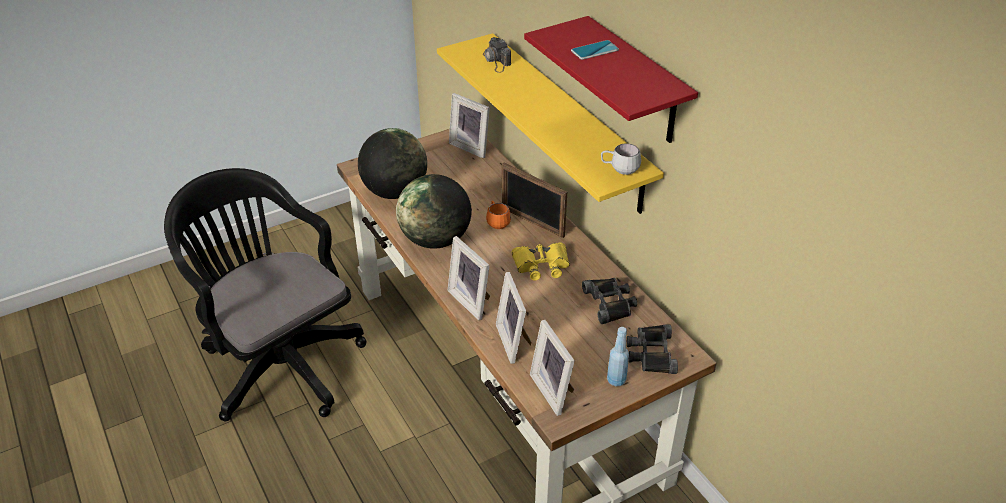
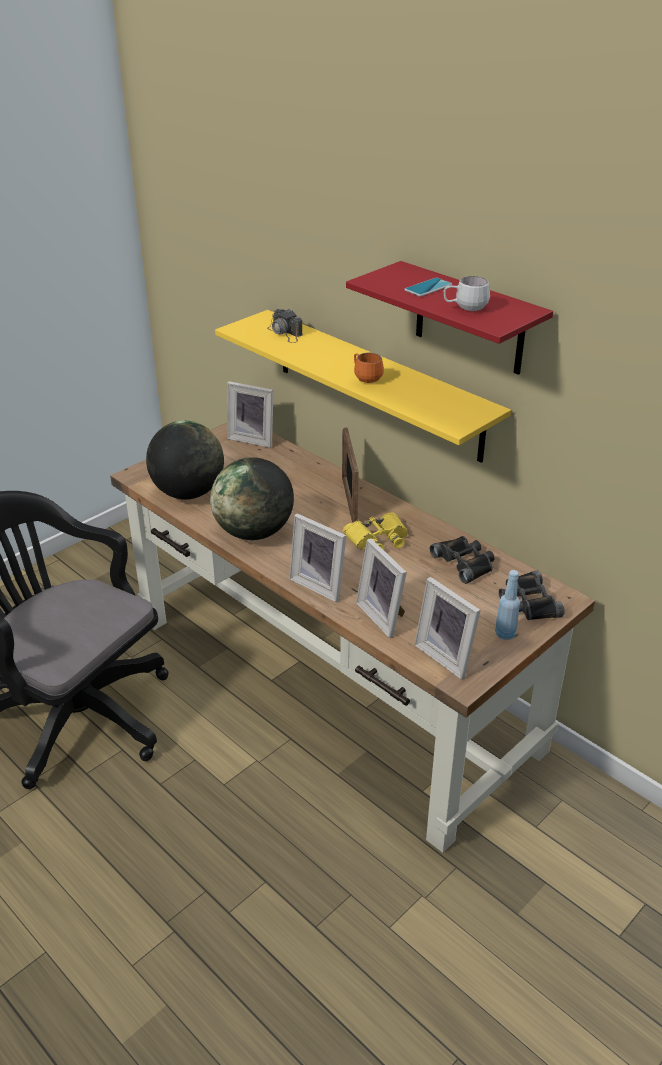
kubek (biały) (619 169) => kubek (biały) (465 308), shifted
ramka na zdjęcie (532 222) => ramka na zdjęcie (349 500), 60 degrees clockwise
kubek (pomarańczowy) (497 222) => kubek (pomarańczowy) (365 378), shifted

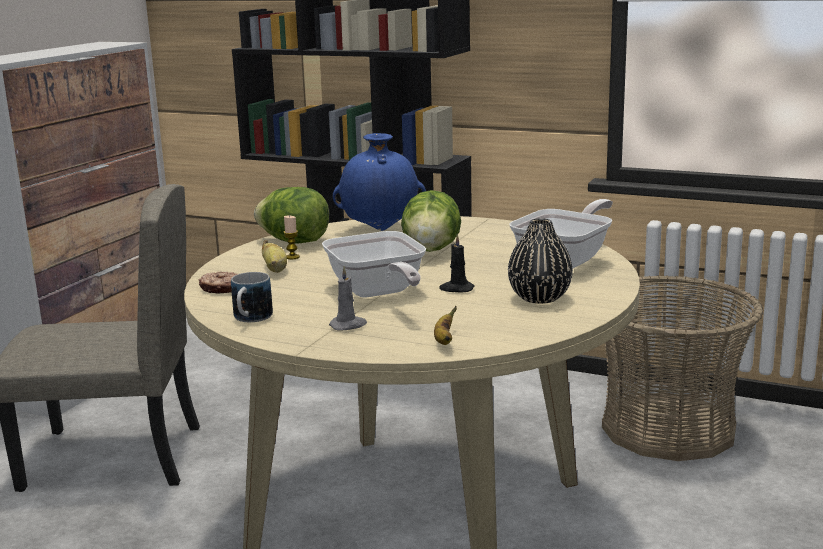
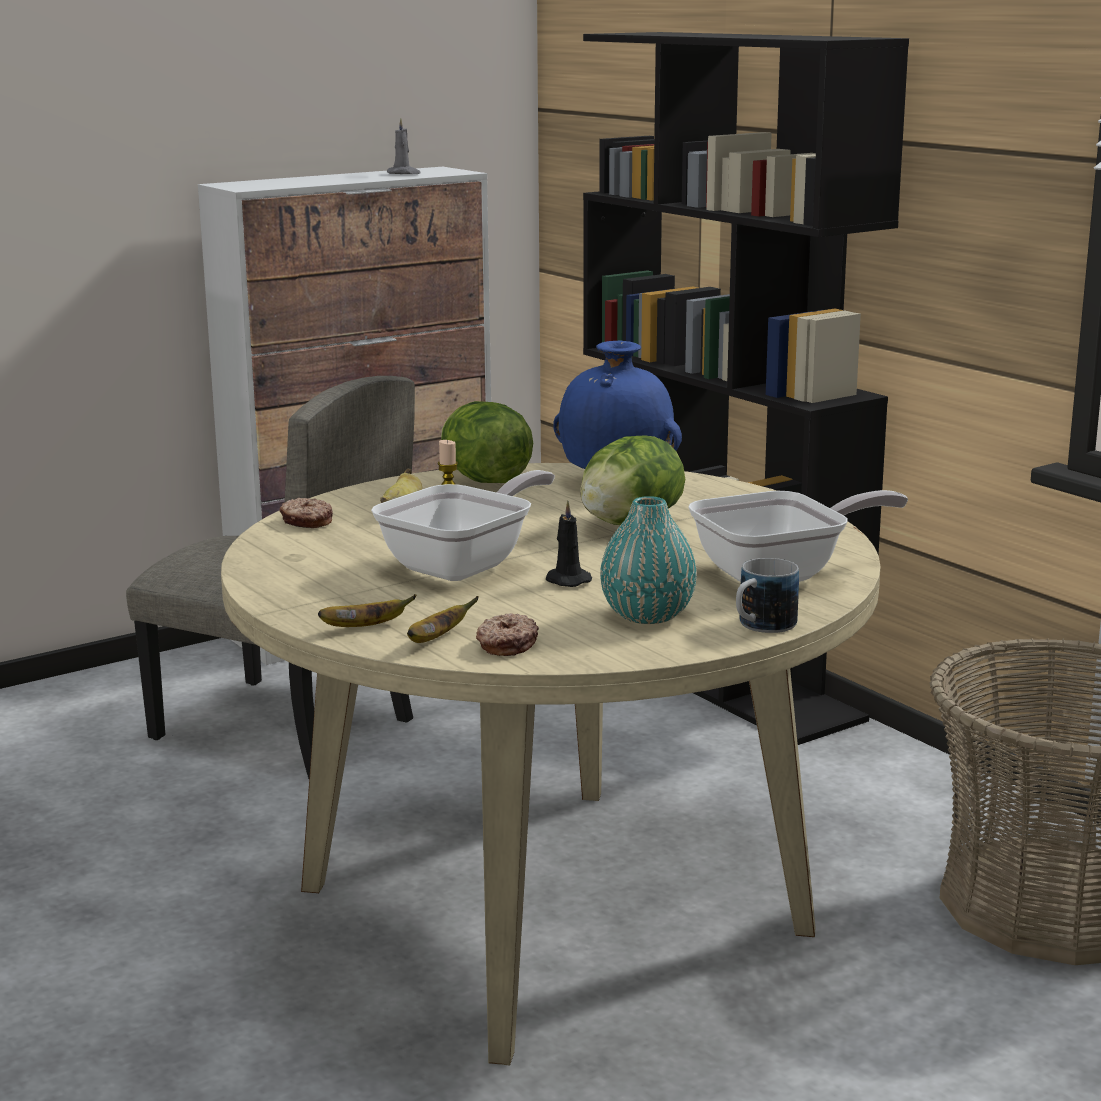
wazon (czarny) (539 298) => wazon (turkusowy) (647 615)
patelnia (378 293) => patelnia (466 565), 150 degrees counterclockwise
świeca (szary) (348 325) => świeca (szary) (404 173), shifted
kubek (250 319) => kubek (760 627), shifted
nothing => banan (365 627)
nothing => donut (506 645)

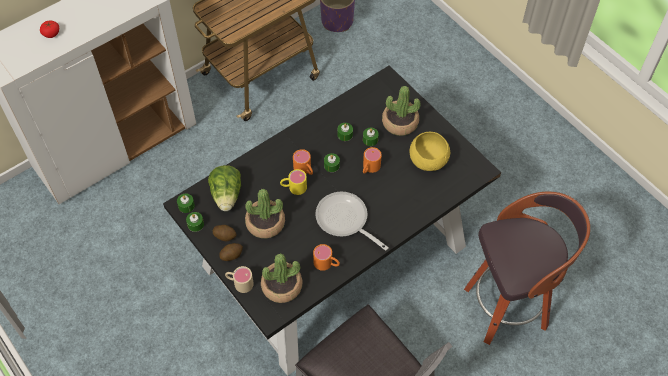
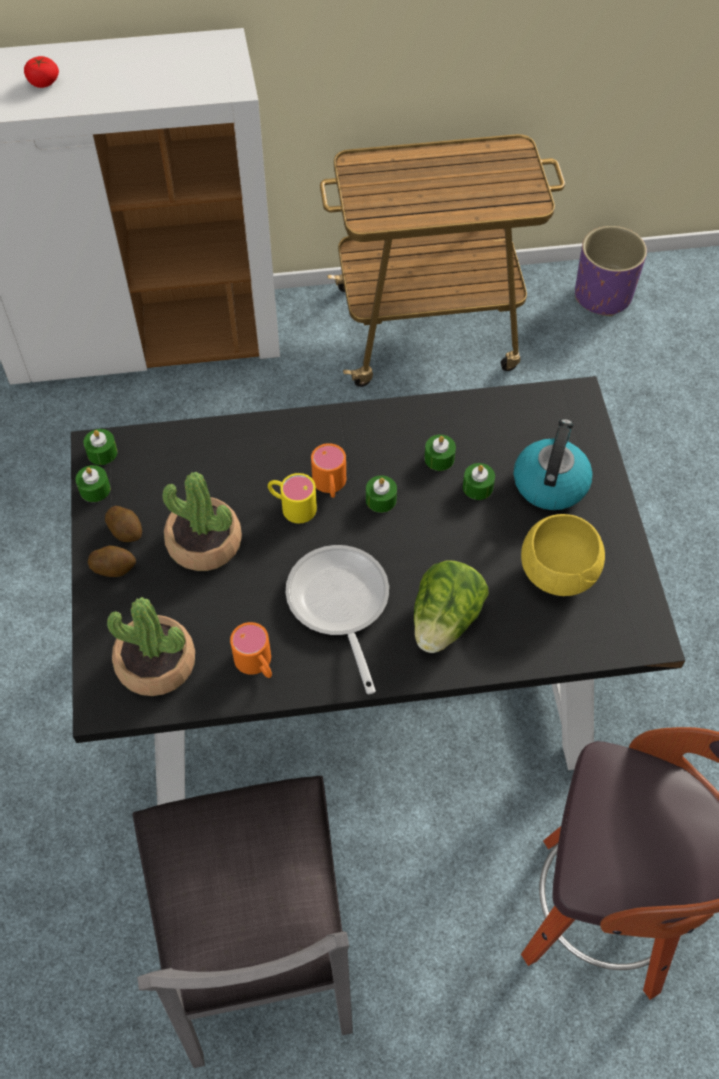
roślina doniczkowa (400 123) => czajnik (550 482)
kubek (pomarańczowy) (369 168) => nothing
sałata (227 196) => sałata (445 621), shifted
kubek (beżowy) (239 283) => nothing

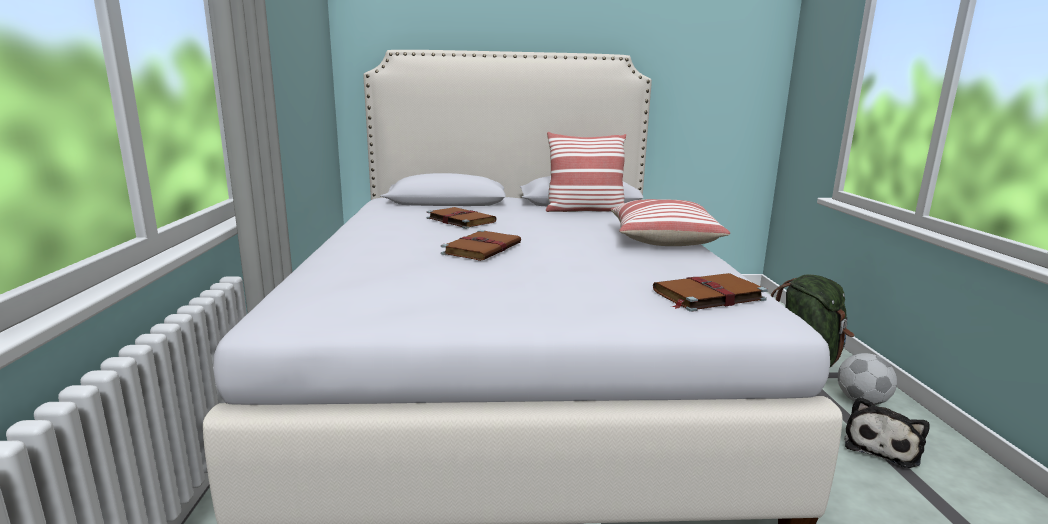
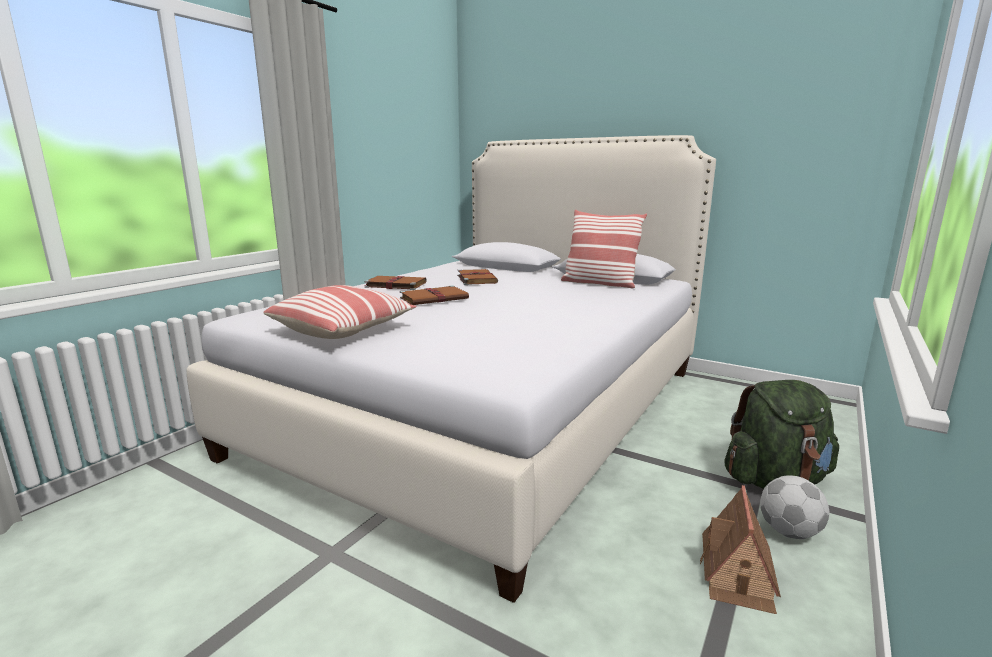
poduszka (662 239) => poduszka (343 329), shifted
książka (brązowy) (707 295) => książka (brązowy) (395 285), shifted
pluszak (882 446) => domek (737 573)

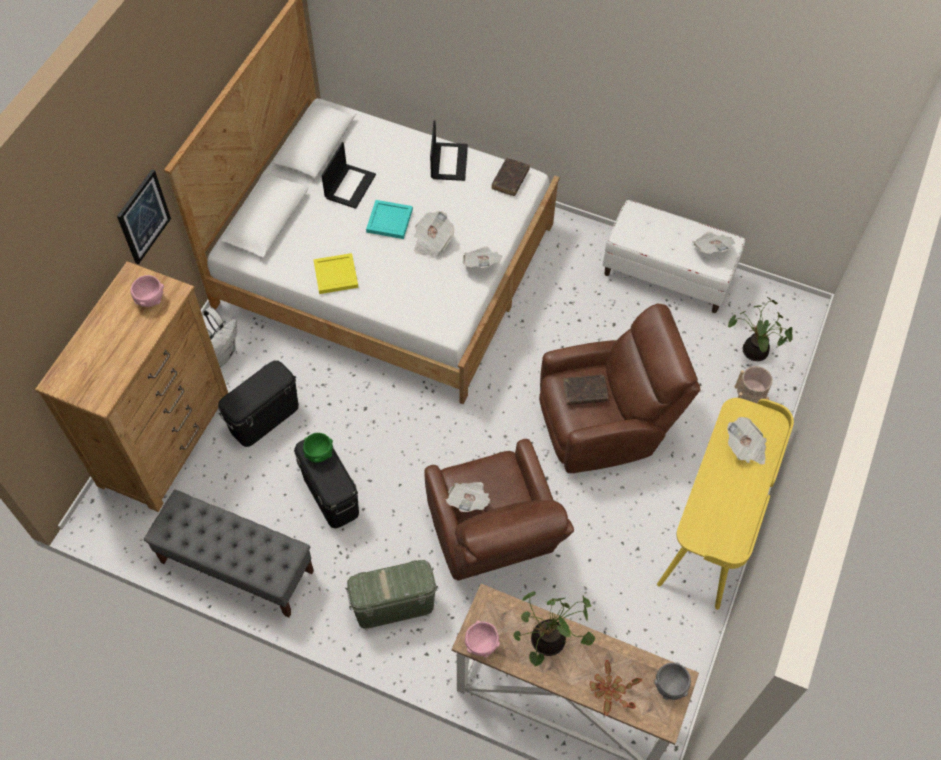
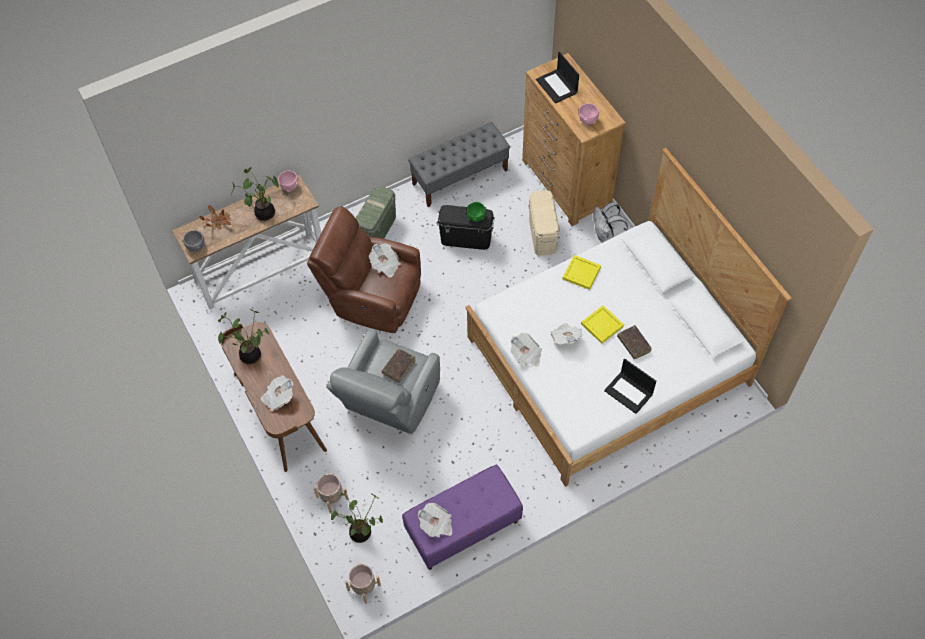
laptop (350 185) => laptop (557 86), shifted
książka (brązowy) (510 180) => książka (brązowy) (634 344), shifted
obraz (143 216) => nothing
taca (turkusowy) (390 221) => taca (żółty) (601 325)
ławka (biały) (667 274) => ławka (fioletowy) (463 528)
fotel (brązowy) (605 423) => fotel (szary) (389 403)
pojemnik do przechowywania (czarny) (264 418) => pojemnik do przechowywania (beżowy) (542 234)
biurko (żółty) (715 523) => biurko (brązowy) (278 412)
nothing => roślina doniczkowa (250 353)
nothing => donica (beżowy) (364 587)

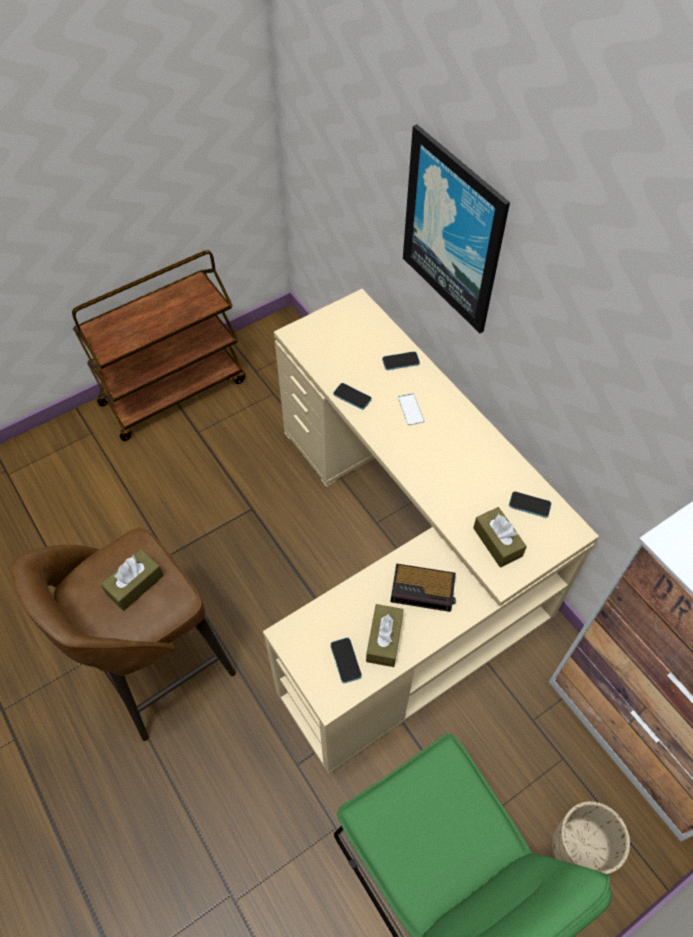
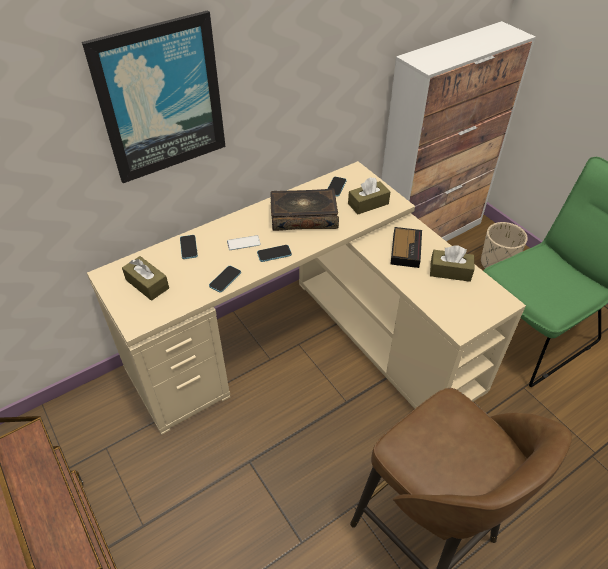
pudełko chusteczek (brązowy) (135 584) => pudełko chusteczek (brązowy) (147 284), shifted
telefon (345 660) => telefon (274 254), shifted
nothing => książka (303 217)

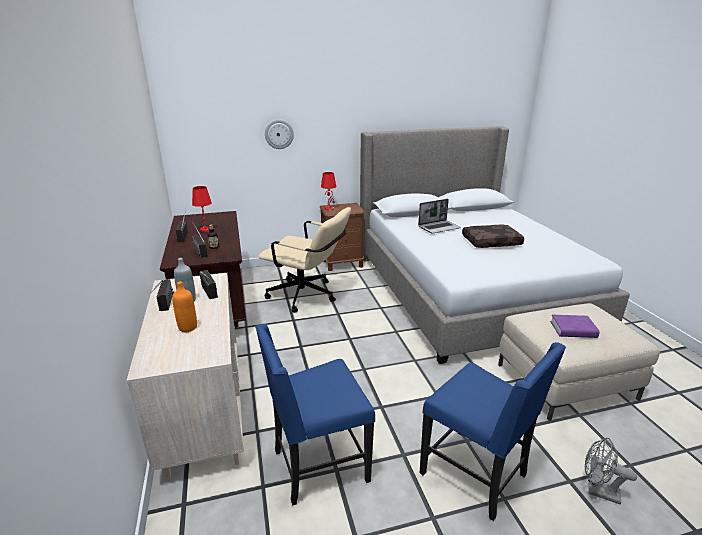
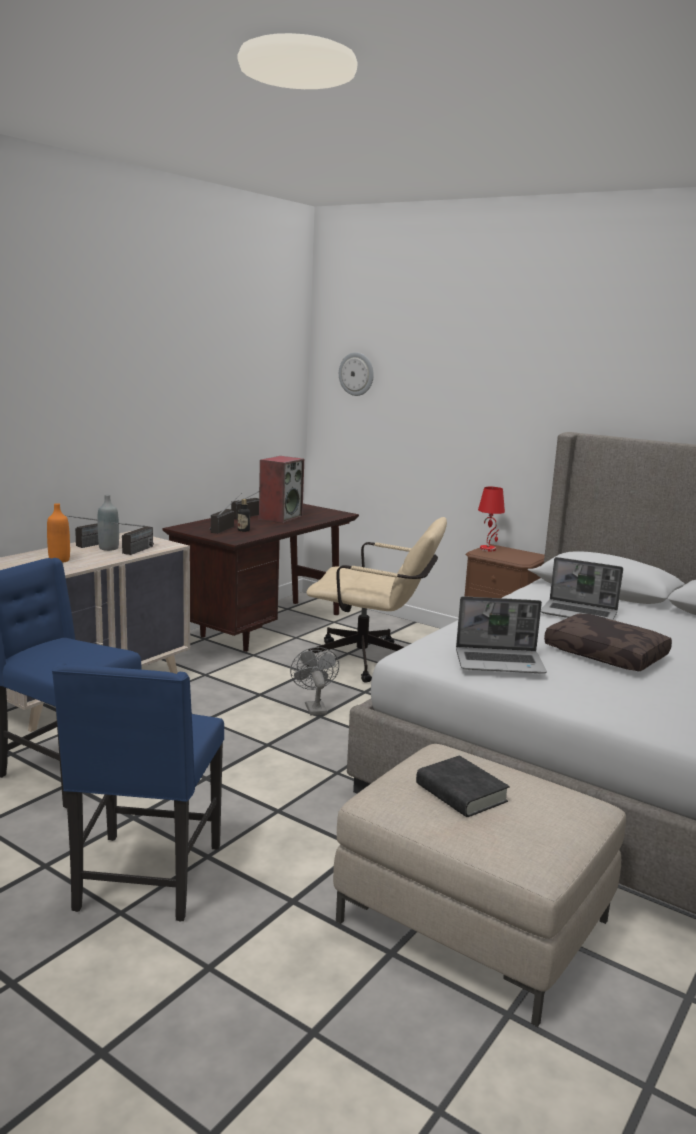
zegar ścienny (279 134) => zegar ścienny (356 374), shifted
lampa stołowa (czerwony) (205 229) => głośnik (280 517)
krzesło biurowe (beżowy) (308 296) => krzesło biurowe (beżowy) (372 662), 60 degrees counterclockwise
książka (fioletowy) (573 330) => książka (czarny) (461 793)
wentylator (szary) (598 491) => wentylator (szary) (314 707), shifted
nothing => laptop (500 662)

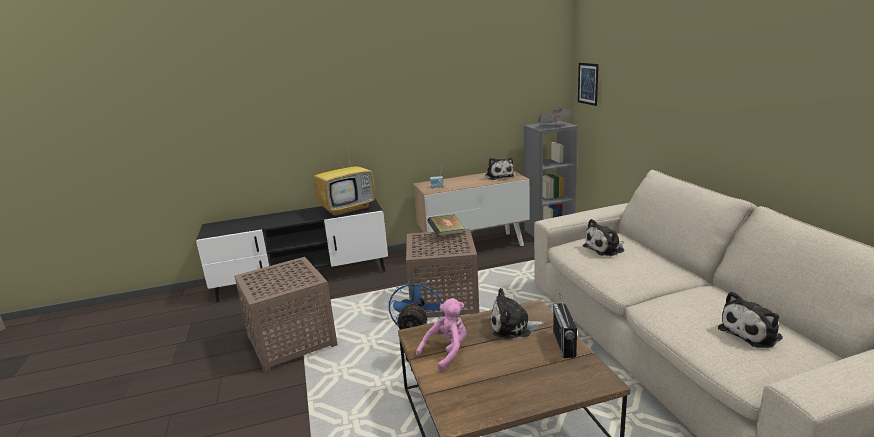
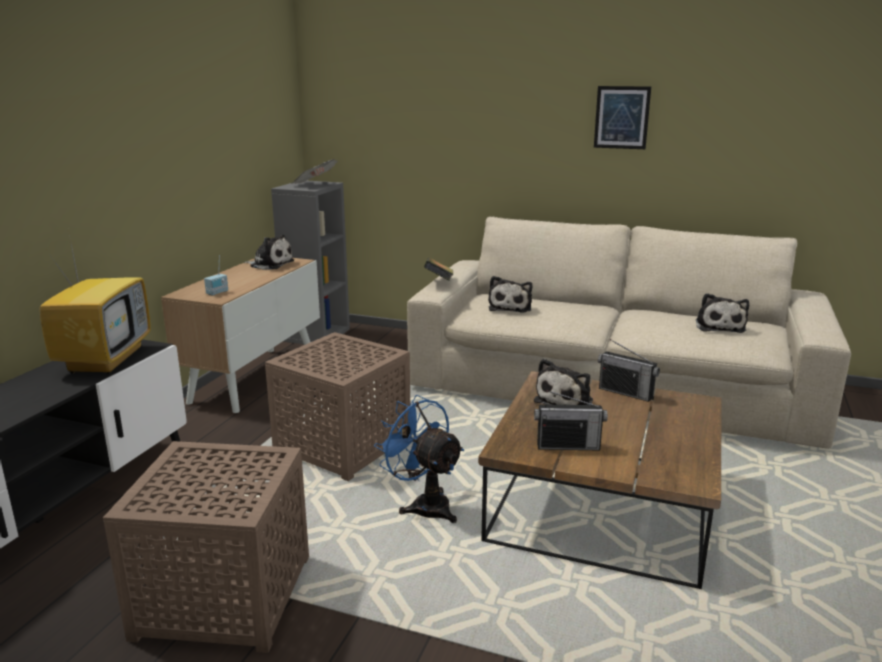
obraz (588 83) => obraz (621 117), shifted
książka (446 235) => książka (439 282), shifted
pluszak (różowy) (447 352) => radio (568 446)

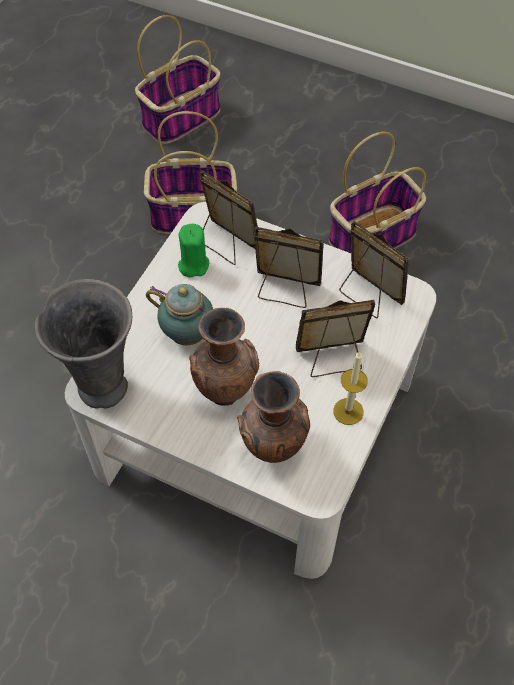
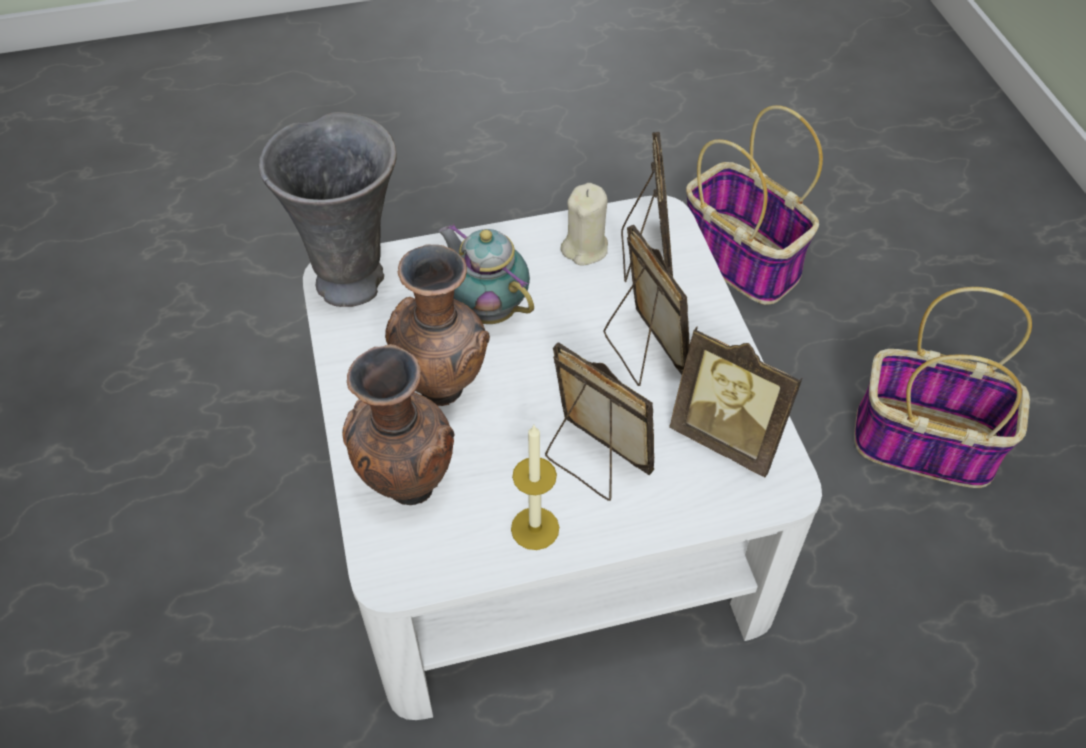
koszyk (181 117) => nothing
ramka na zdjęcie (368 295) => ramka na zdjęcie (728 437), 120 degrees clockwise
świeca (zielony) (193 265) => świeca (beżowy) (585 248)
imbryk (190 336) => imbryk (488 309), 150 degrees clockwise

